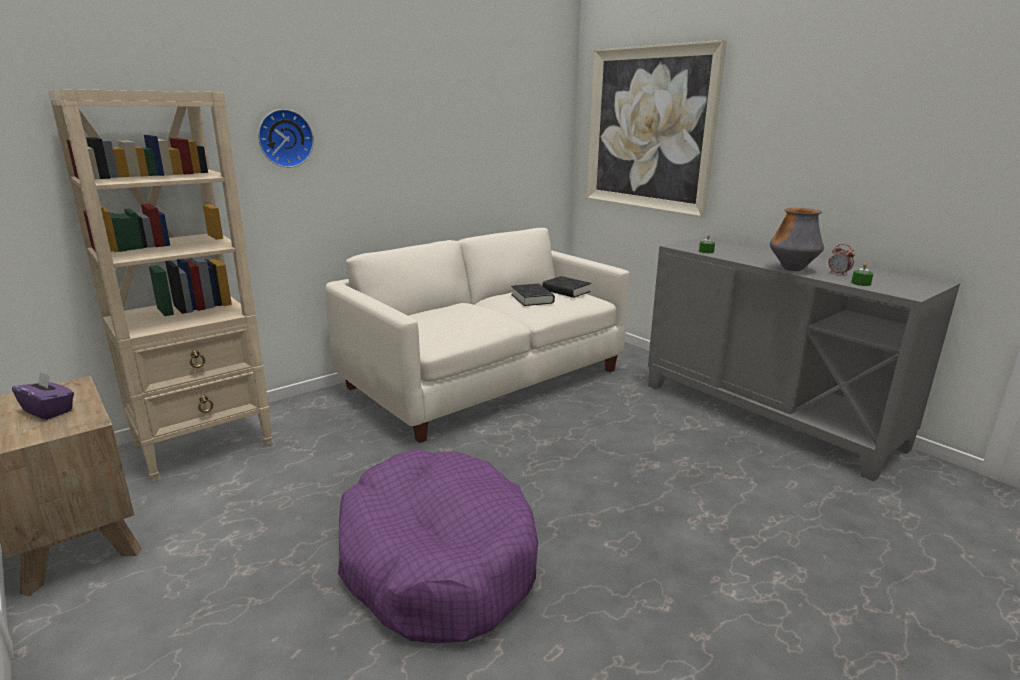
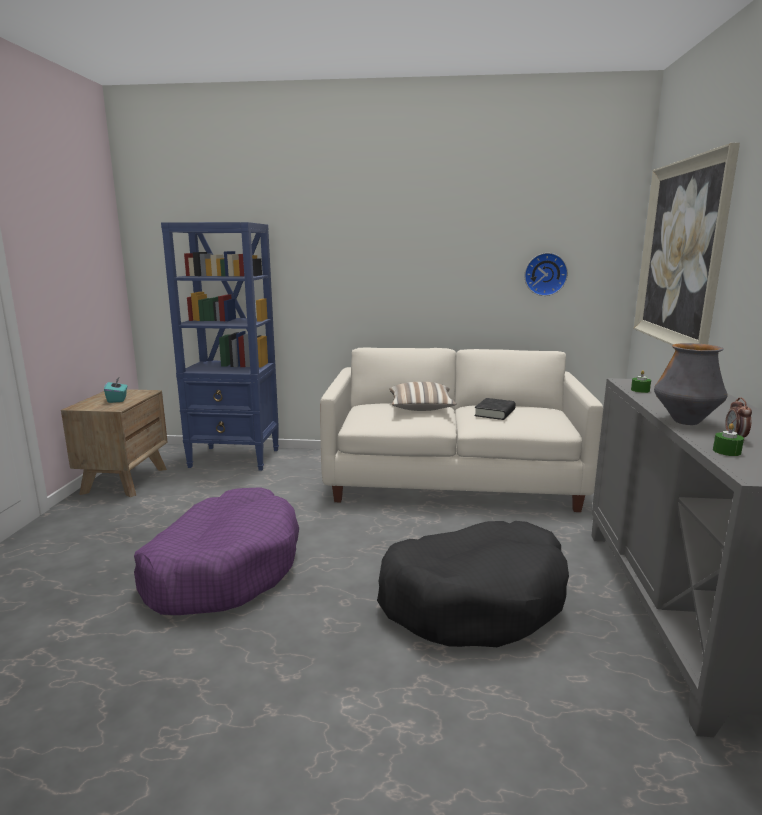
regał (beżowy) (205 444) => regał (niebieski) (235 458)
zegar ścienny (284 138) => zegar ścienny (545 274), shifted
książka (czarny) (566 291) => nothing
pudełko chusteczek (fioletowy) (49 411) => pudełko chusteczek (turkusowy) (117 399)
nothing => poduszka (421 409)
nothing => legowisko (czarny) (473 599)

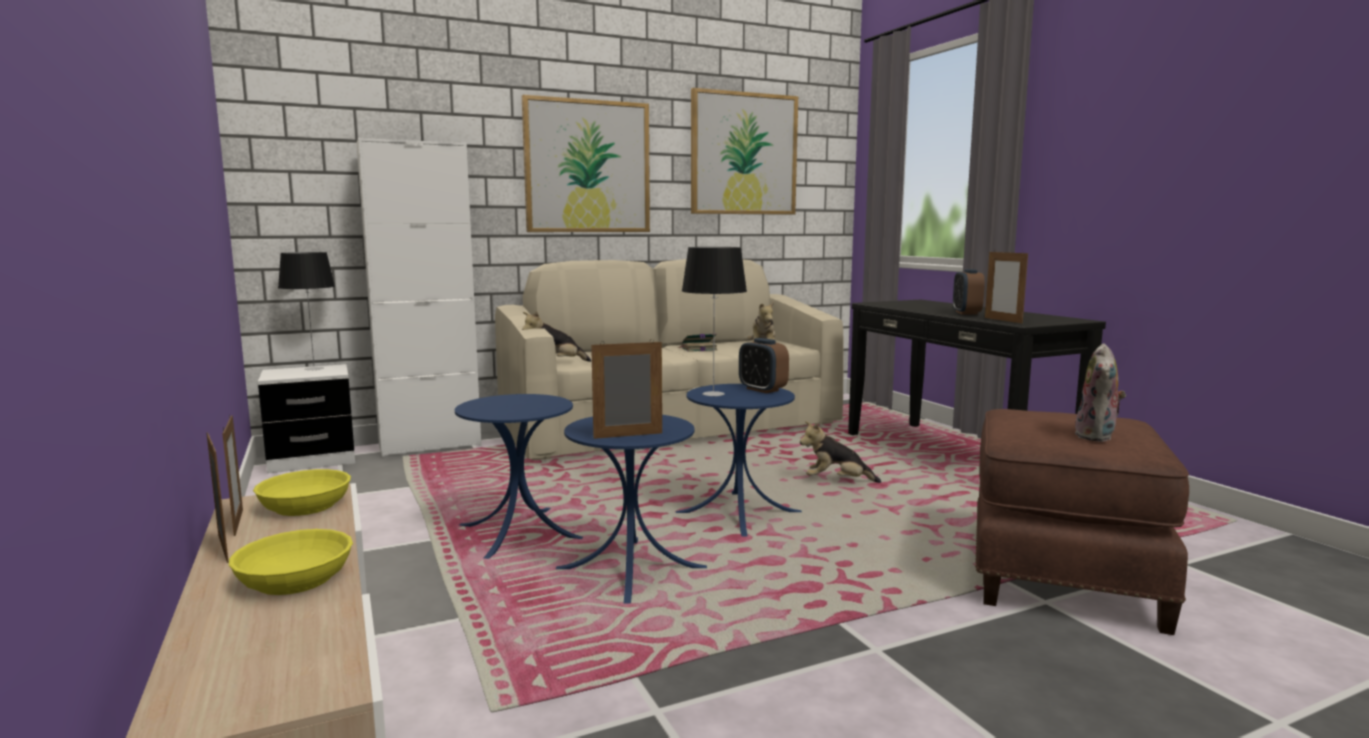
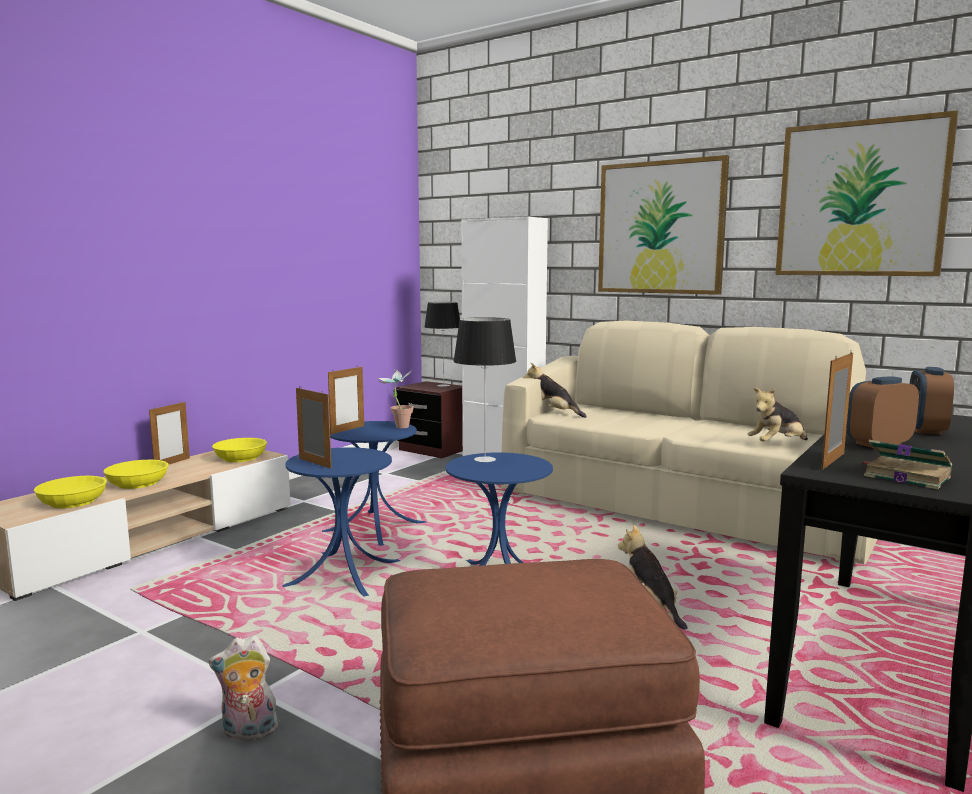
książka (698 349) => książka (904 476), shifted
budzik (762 389) => budzik (925 430), shifted
pluszak (1097 436) => pluszak (248 732), shifted
szafka nocna (biały) (312 460) => szafka nocna (brązowy) (433 450)
ramka na zdjęcie (238 522) => ramka na zdjęcie (347 430), shifted
nothing => roślina doniczkowa (397 427)
nothing => miska (żółty) (73 501)

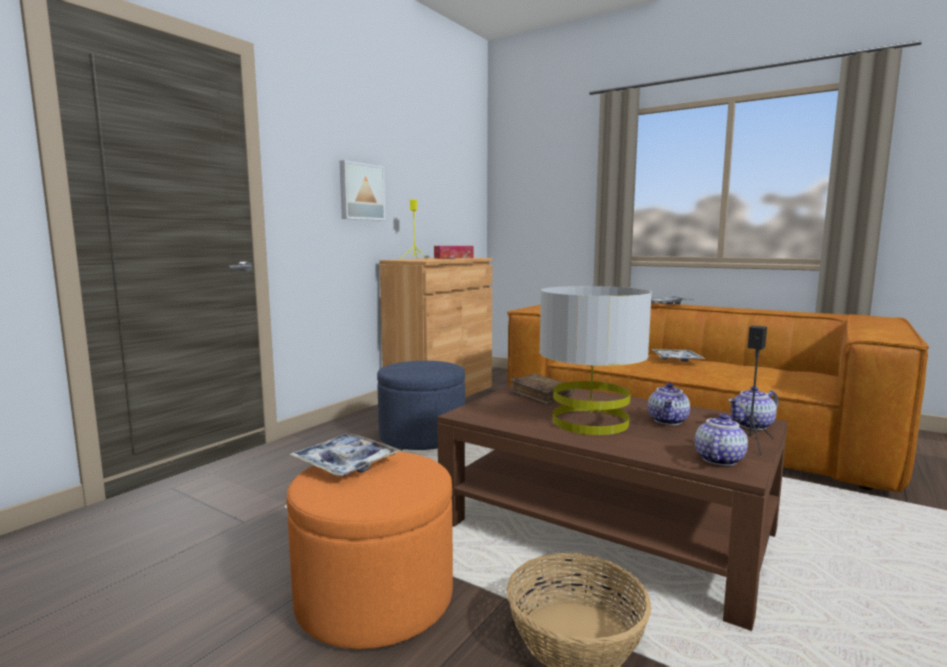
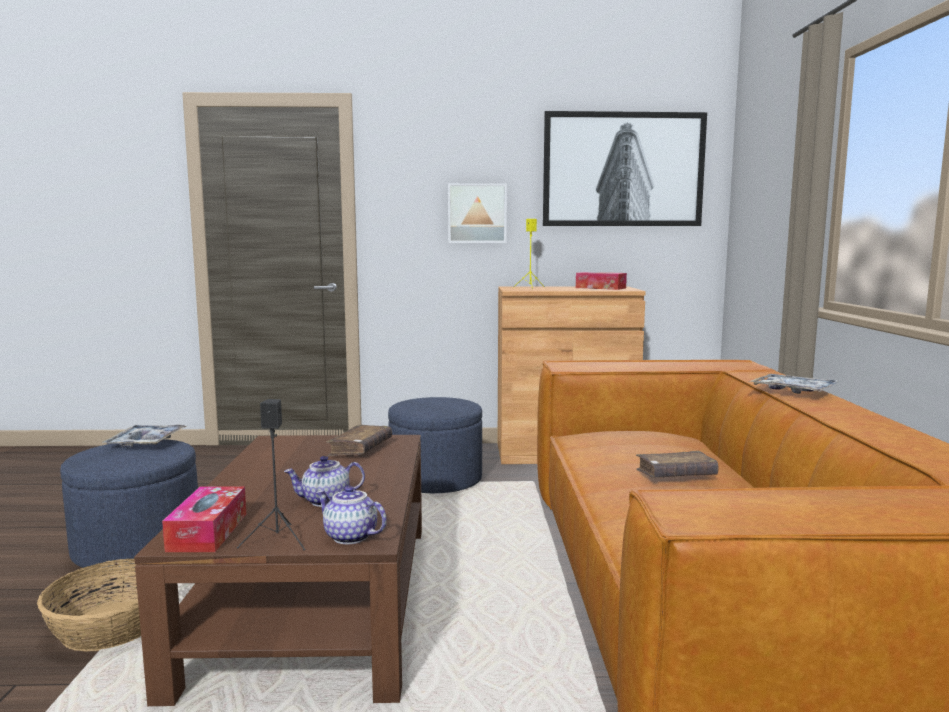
lampa stołowa (szary) (590 422) => nothing
taca (676 360) => książka (brązowy) (676 475)
imbryk (718 459) => pudełko chusteczek (208 532)
pufa (pomarańczowy) (375 598) => pufa (niebieski) (137 547)
nothing => obraz (623 170)

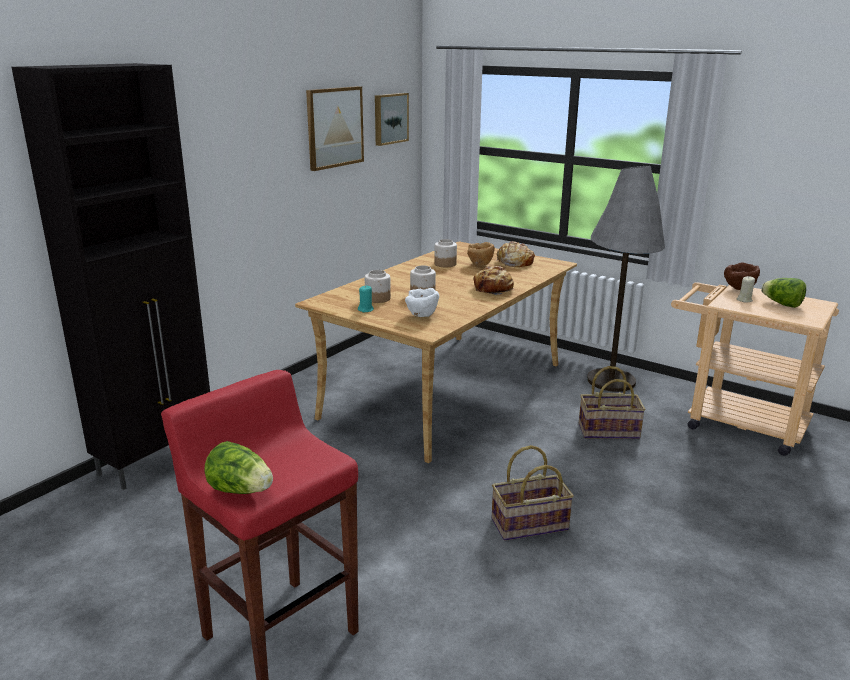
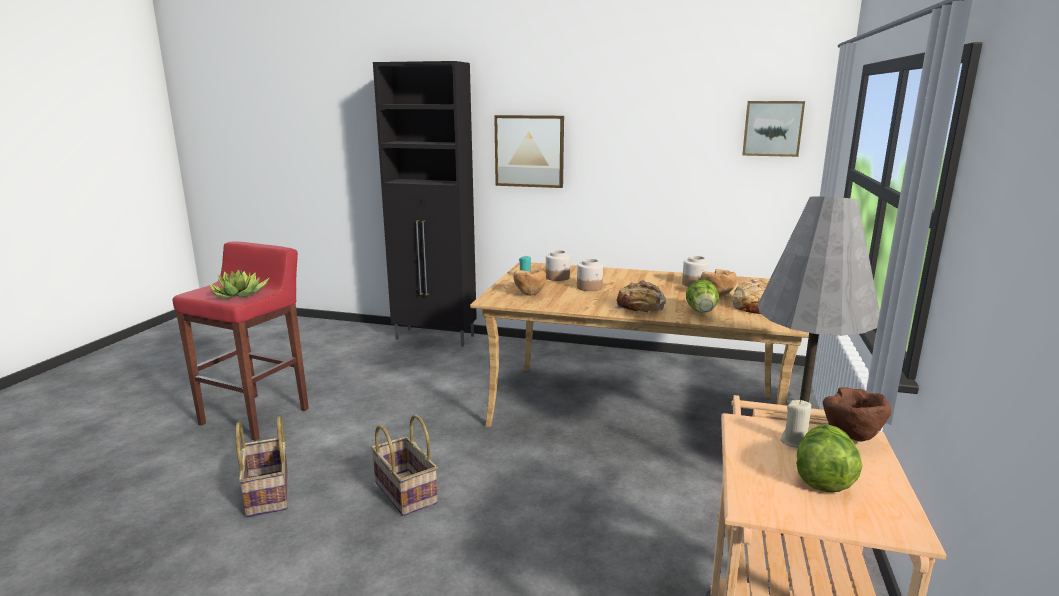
obraz (334 127) => obraz (529 151), shifted
miska (biały) (422 316) => miska (brązowy) (529 294)
koszyk (608 430) => koszyk (269 493), shifted
sałata (241 490) => sałata (702 312), shifted
nothing => roślina doniczkowa (239 295)

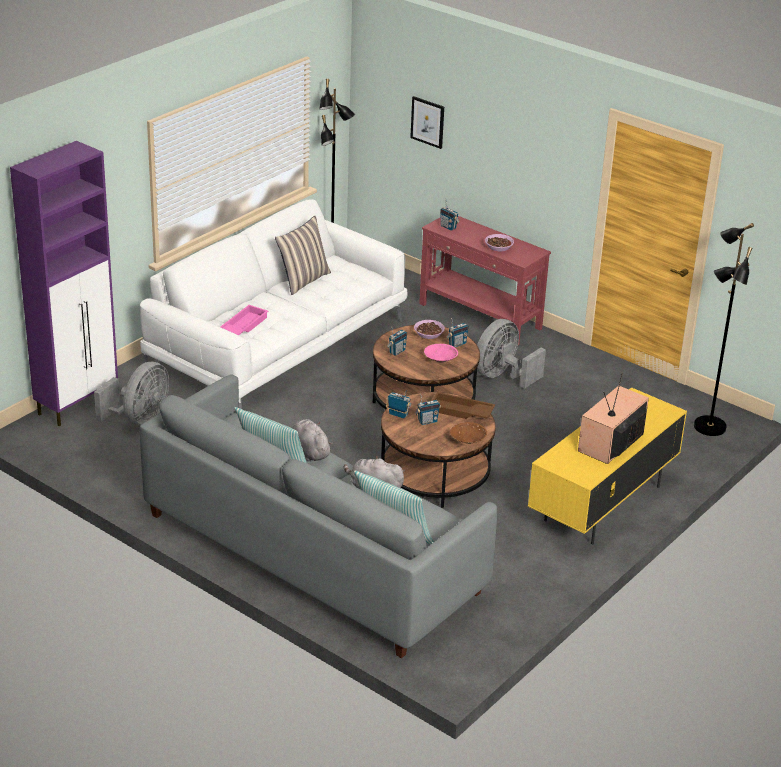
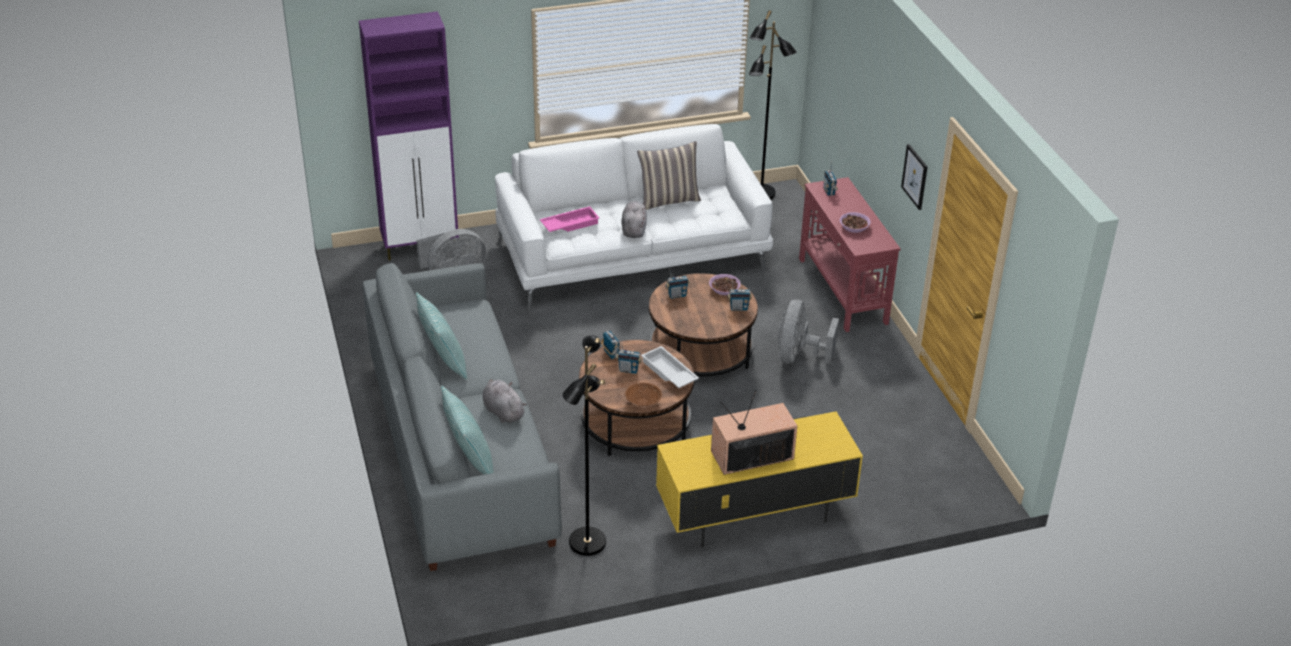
obraz (427 122) => obraz (915 176), shifted
lampa stojąca (czarny) (708 427) => lampa stojąca (czarny) (586 542), shifted
wentylator (szary) (502 376) => wentylator (szary) (798 356), 60 degrees counterclockwise
miska (różowy) (440 360) => nothing
taca (brązowy) (461 411) => taca (biały) (668 372)
pluszak (szary) (309 451) => pluszak (szary) (634 229), shifted

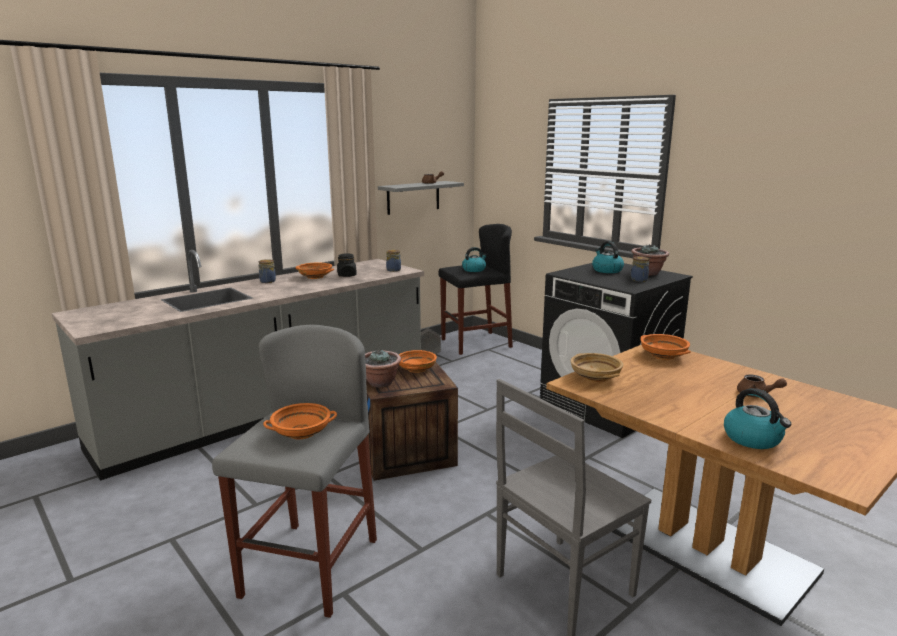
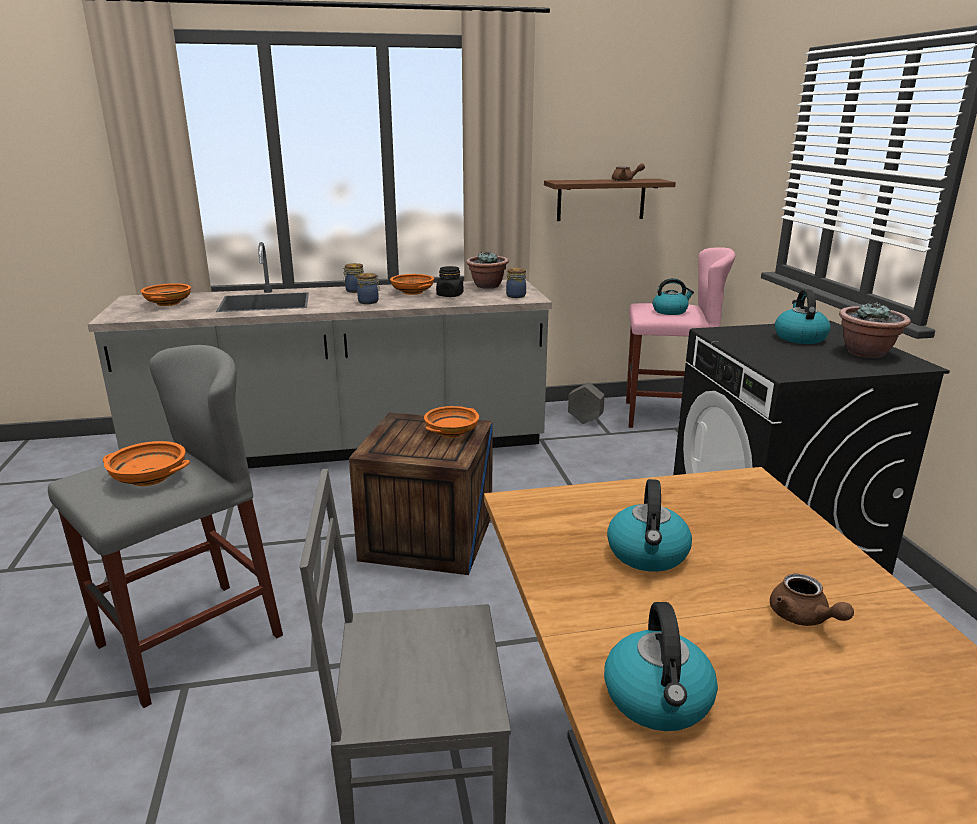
półka (szary) (413 197) => półka (brązowy) (601 199)
stołek (czarny) (476 343) => stołek (różowy) (667 416)
słoik (639 280) => słoik (369 302), shifted
miska (pomarańczowy) (662 355) => miska (pomarańczowy) (168 303), shifted
roślina doniczkowa (380 383) => roślina doniczkowa (487 286), shifted
miska (beżowy) (594 377) => nothing
nothing => czajnik (648 554)

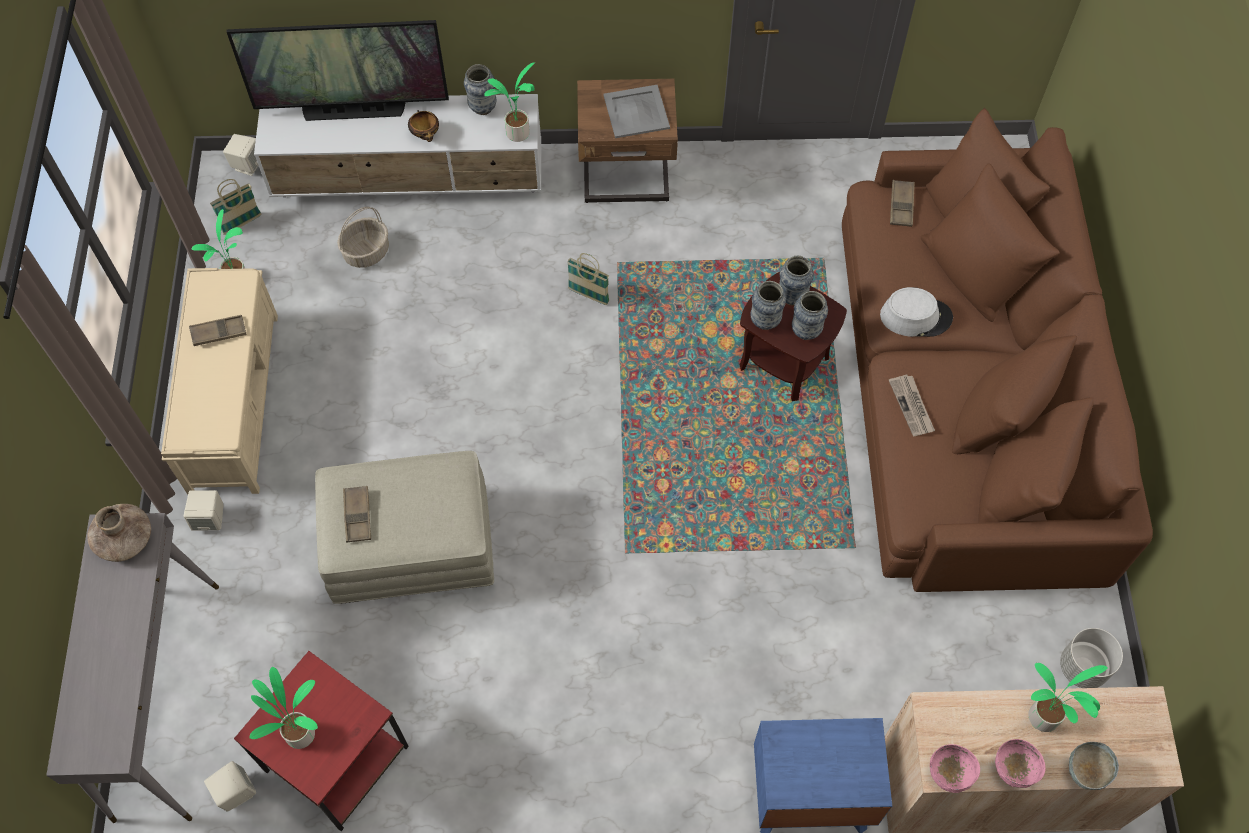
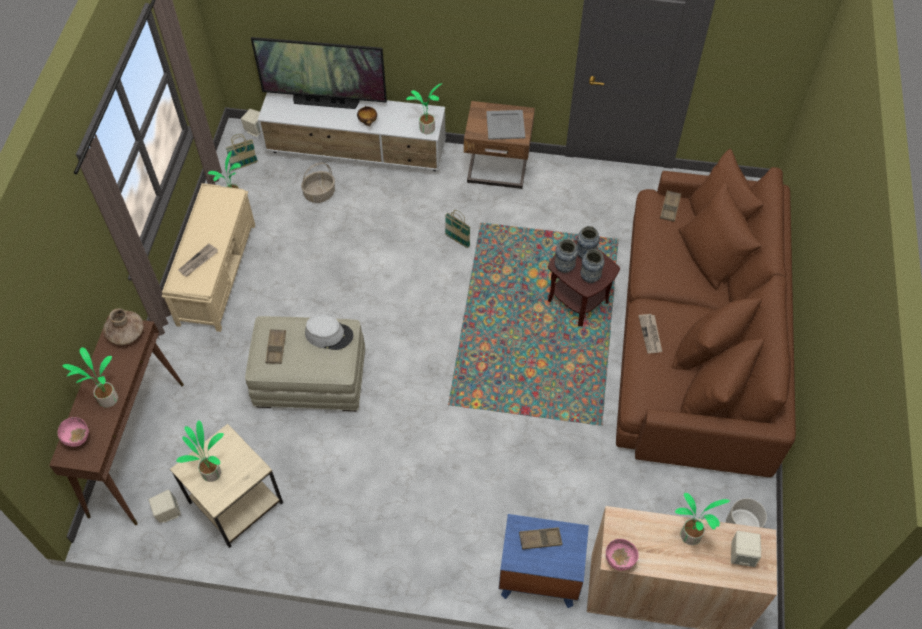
wazon (482 108) => nothing
kapelusz (szary) (915 316) => kapelusz (szary) (329 334), shifted
taca (brązowy) (219 332) => taca (brązowy) (540 539), shifted
głośnik (beżowy) (210 519) => głośnik (beżowy) (742 555), shifted
stolik konsolowy (szary) (167 698) => stolik konsolowy (brązowy) (137 447)
stolik (czerwony) (337 760) => stolik (beżowy) (235 503)
miska (różowy) (1012 770) => miska (różowy) (78 439), shifted
miska (szary) (1085 773) => nothing
nothing => gazeta (198 261)
nothing => roślina doniczkowa (107 399)

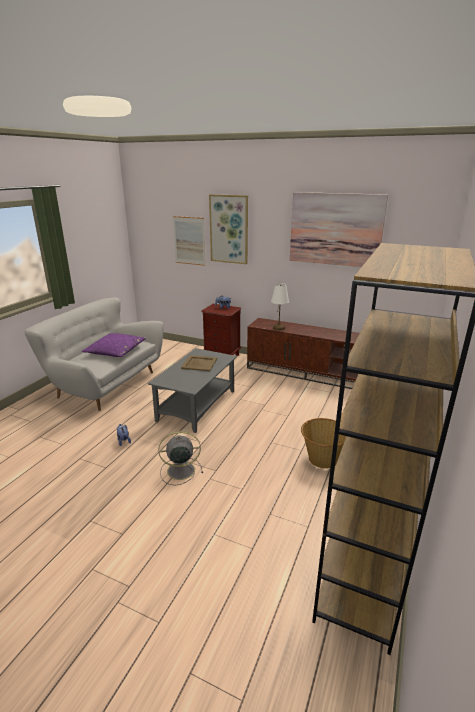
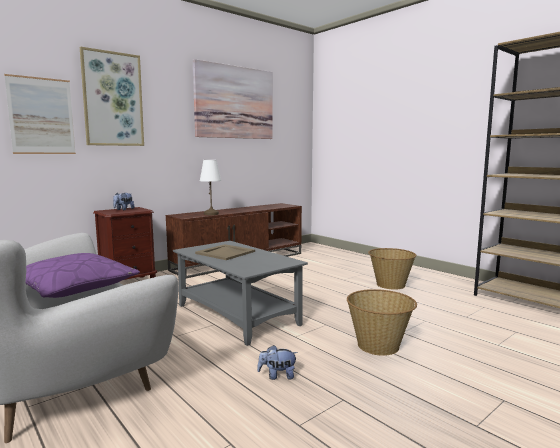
wentylator (szary) (179 470) => koszyk (379 345)

